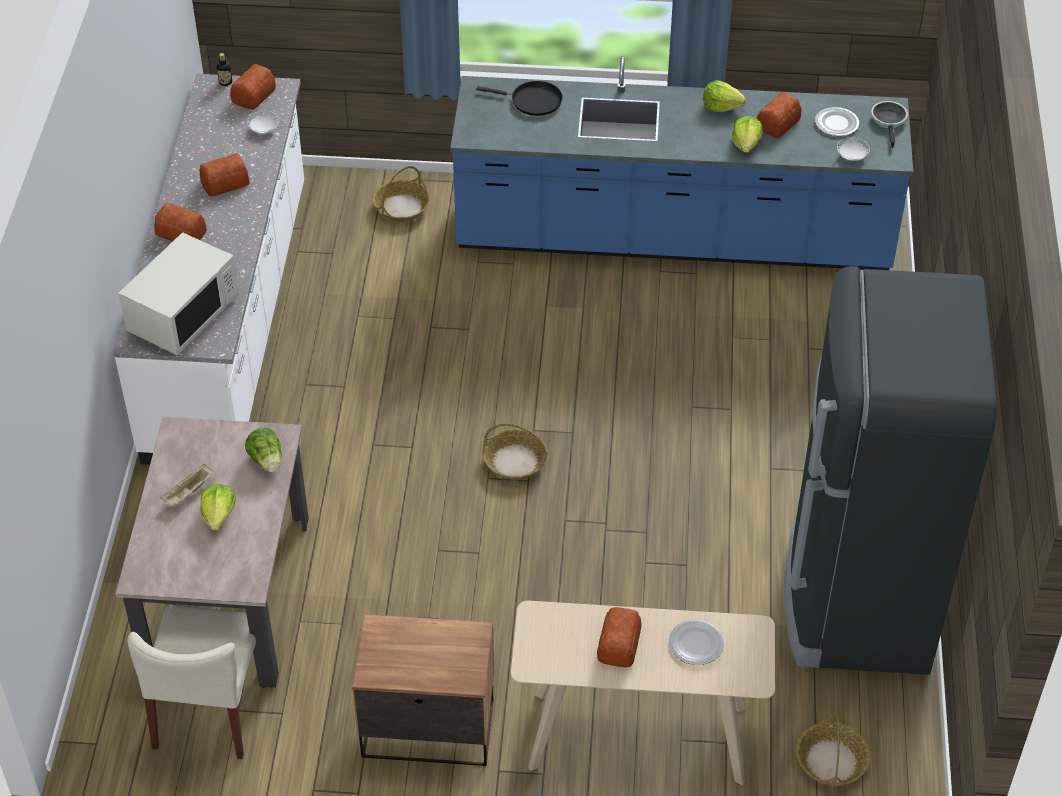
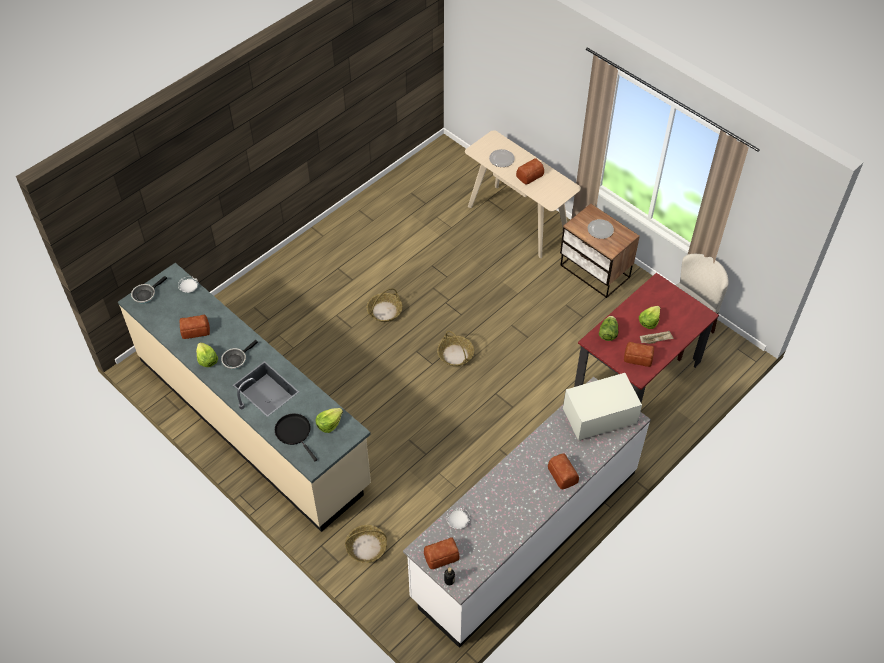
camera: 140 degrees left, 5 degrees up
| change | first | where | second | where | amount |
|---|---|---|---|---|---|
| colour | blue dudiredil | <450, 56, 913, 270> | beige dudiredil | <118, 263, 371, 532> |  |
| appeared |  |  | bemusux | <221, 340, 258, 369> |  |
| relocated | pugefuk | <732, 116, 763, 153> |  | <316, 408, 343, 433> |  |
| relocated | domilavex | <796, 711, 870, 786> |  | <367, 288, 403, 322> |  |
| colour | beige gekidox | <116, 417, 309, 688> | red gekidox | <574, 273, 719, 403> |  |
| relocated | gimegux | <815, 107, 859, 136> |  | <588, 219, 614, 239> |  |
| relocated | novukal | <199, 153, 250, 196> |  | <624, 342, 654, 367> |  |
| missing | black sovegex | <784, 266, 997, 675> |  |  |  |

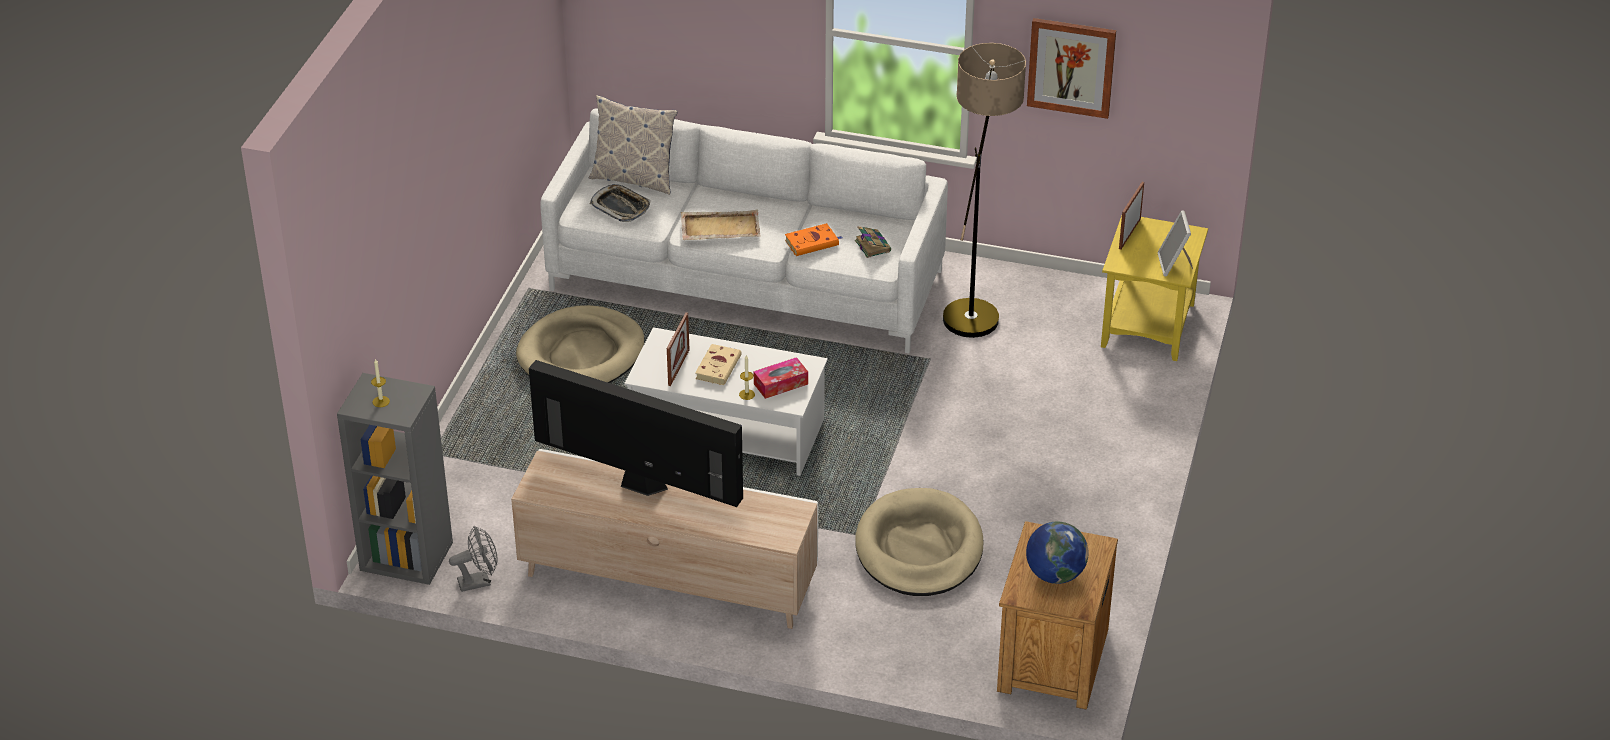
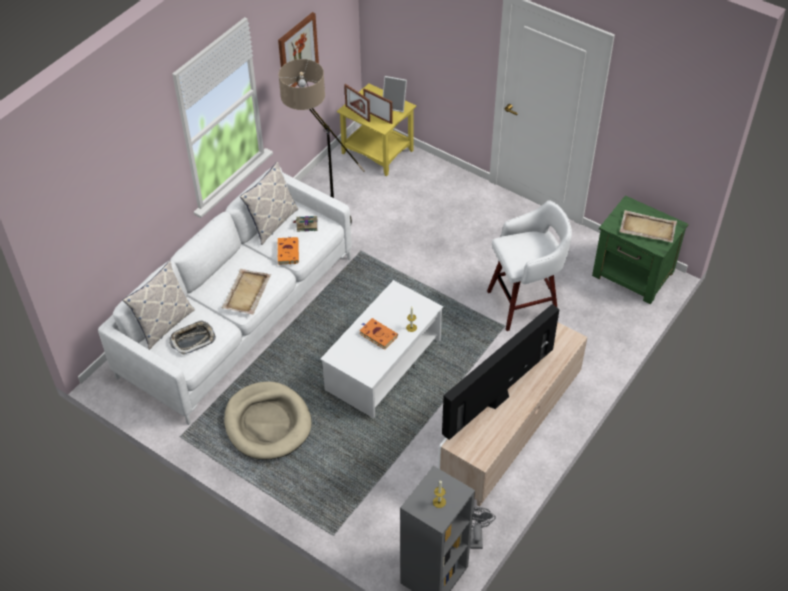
camera: 70 degrees left, 10 degrees up
| change | first | where | second | where | amount |
|---|---|---|---|---|---|
| appeared |  |  | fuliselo | <240, 162, 298, 245> |  |
| colour | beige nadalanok | <695, 344, 742, 385> | orange nadalanok | <359, 318, 398, 350> |  |
| relocated | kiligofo | <667, 312, 690, 386> |  | <363, 88, 393, 124> |  |
| exchanged | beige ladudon | <855, 488, 983, 596> | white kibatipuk | <487, 201, 572, 331> |  |
| colour | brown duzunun | <997, 521, 1118, 710> | green duzunun | <592, 195, 688, 304> |  |
| exchanged | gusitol | <1026, 522, 1089, 584> | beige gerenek | <620, 210, 677, 243> |  |
| missing | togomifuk | <754, 357, 808, 399> |  |  |  |

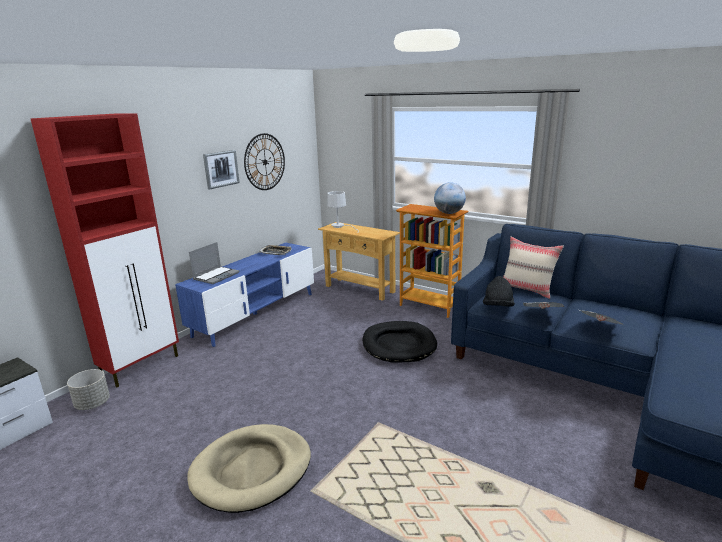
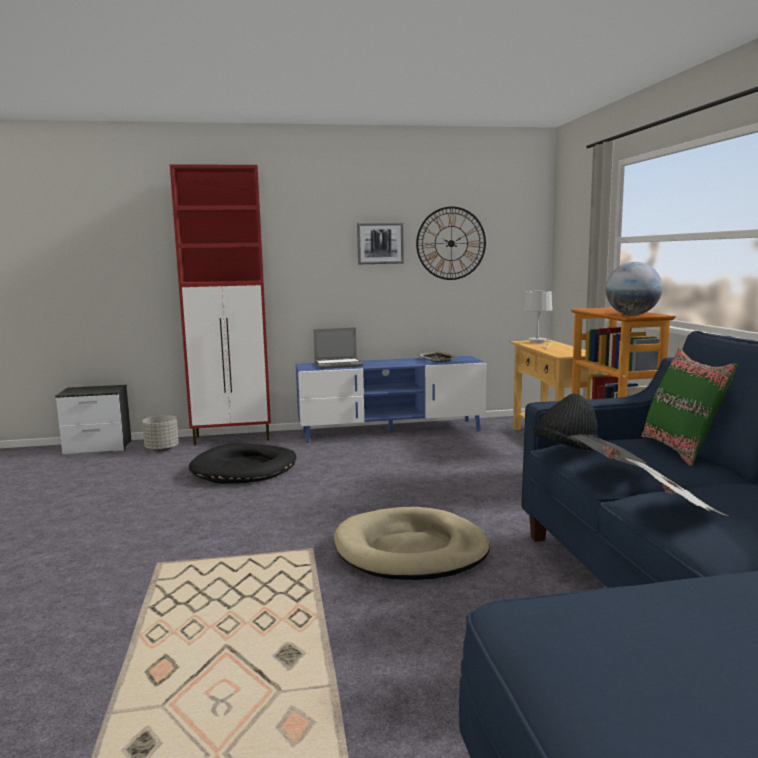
camera: 45 degrees right, 10 degrees down
| change | first | where | second | where | amount |
|---|---|---|---|---|---|
| relocated | black ladudon | <363, 321, 437, 363> |  | <189, 443, 297, 484> |  |
| relocated | beige ladudon | <187, 424, 311, 513> |  | <334, 507, 490, 580> |  |
| colour | beige fuliselo | <503, 236, 564, 299> | green fuliselo | <642, 349, 738, 466> |  |

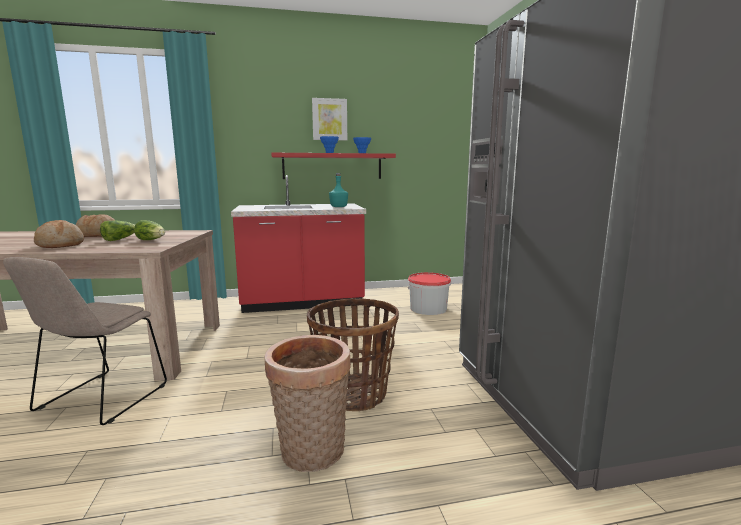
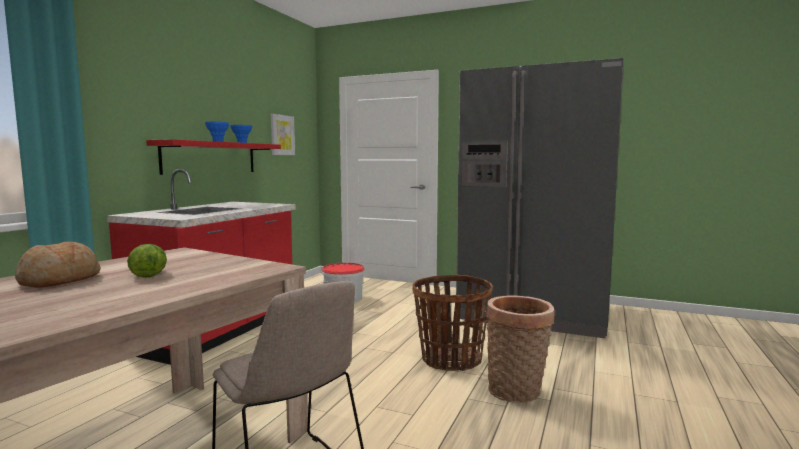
camera: 55 degrees left, 5 degrees down
| change | first | where | second | where | amount |
|---|---|---|---|---|---|
| relocated | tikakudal | <312, 98, 347, 141> |  | <271, 114, 295, 155> |  |
| missing | novukal | <34, 220, 84, 248> |  |  |  |
| missing | pugefuk | <134, 220, 165, 240> |  |  |  |
| missing | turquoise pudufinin | <329, 173, 348, 207> |  |  |  |

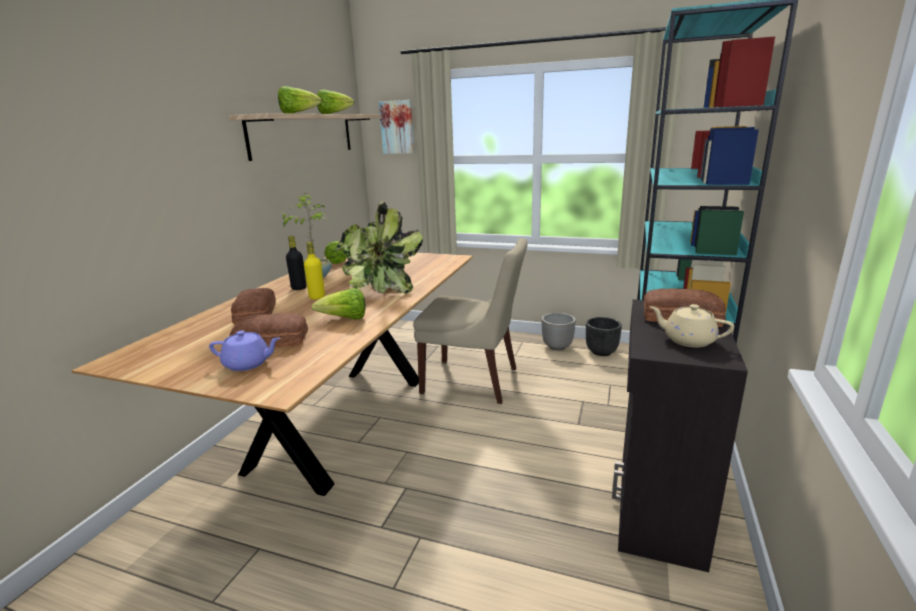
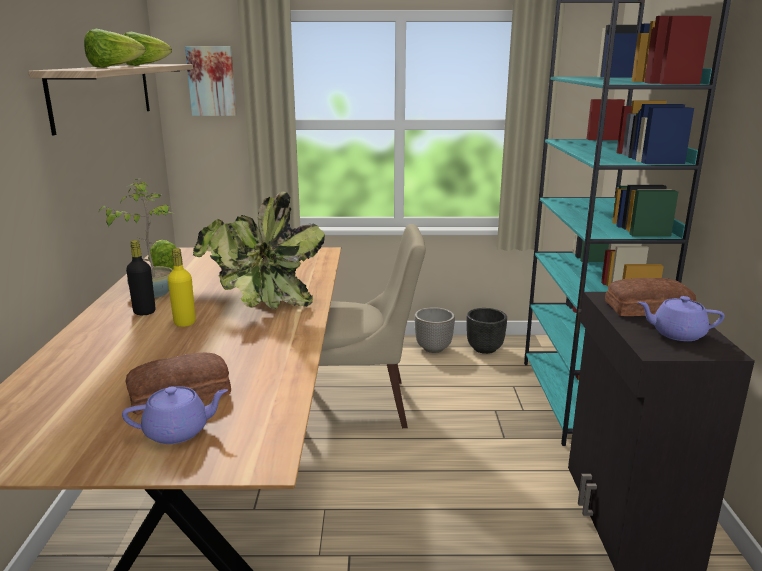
camera: 20 degrees left, 0 degrees up
| change | first | where | second | where | amount |
|---|---|---|---|---|---|
| colour | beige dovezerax | <649, 304, 734, 347> | purple dovezerax | <638, 296, 725, 341> |  |
| missing | novukal | <231, 288, 276, 325> |  |  |  |
| missing | pugefuk | <312, 288, 365, 320> |  |  |  |

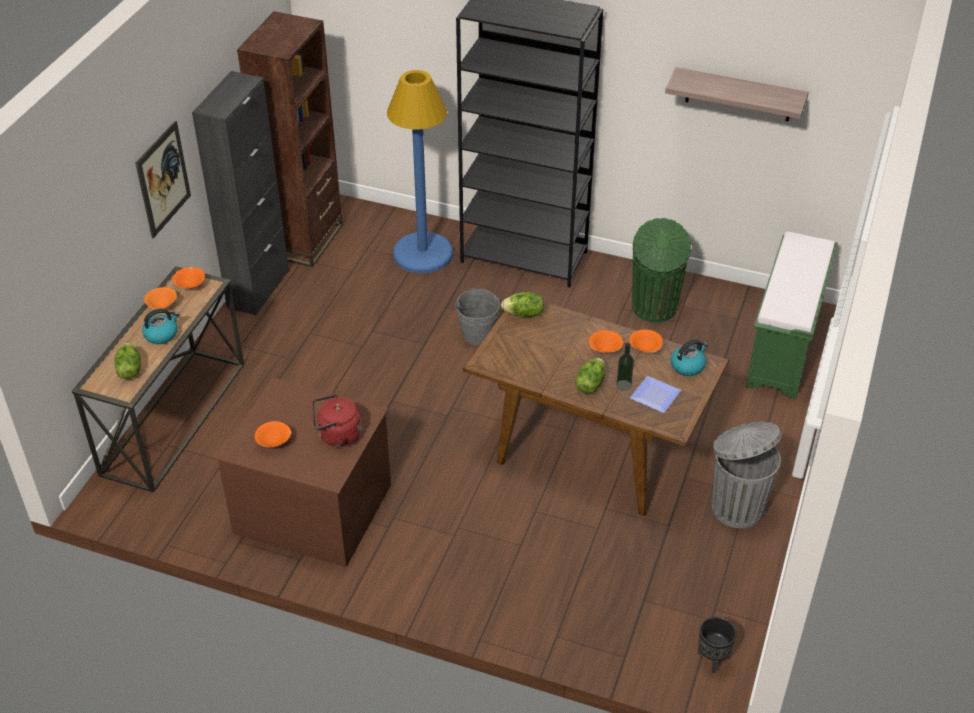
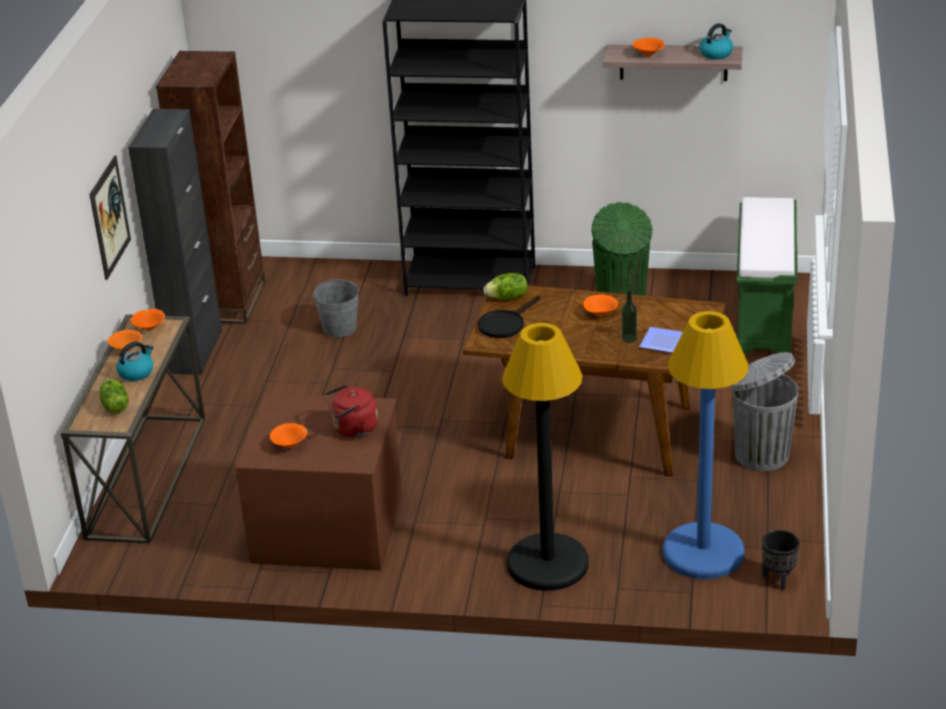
camera: 10 degrees left, 10 degrees down
| change | first | where | second | where | amount |
|---|---|---|---|---|---|
| relocated | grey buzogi | <455, 289, 500, 345> |  | <313, 279, 359, 337> |  |
| appeared |  |  | black bemusux | <478, 295, 541, 338> |  |
| appeared |  |  | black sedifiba | <502, 323, 589, 591> |  |
| relocated | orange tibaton | <629, 329, 663, 353> |  | <632, 38, 664, 57> |  |
| relocated | blue sedifiba | <387, 70, 453, 273> |  | <663, 311, 748, 579> |  |
| relocated | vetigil | <671, 339, 708, 376> |  | <700, 23, 733, 59> |  |
| missing | pugefuk | <575, 358, 605, 393> |  |  |  |

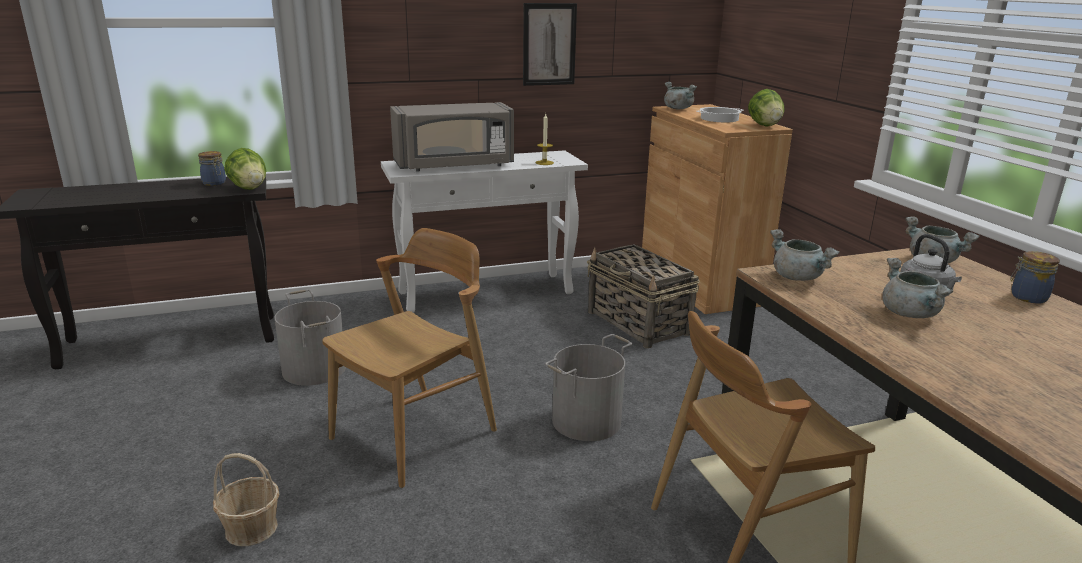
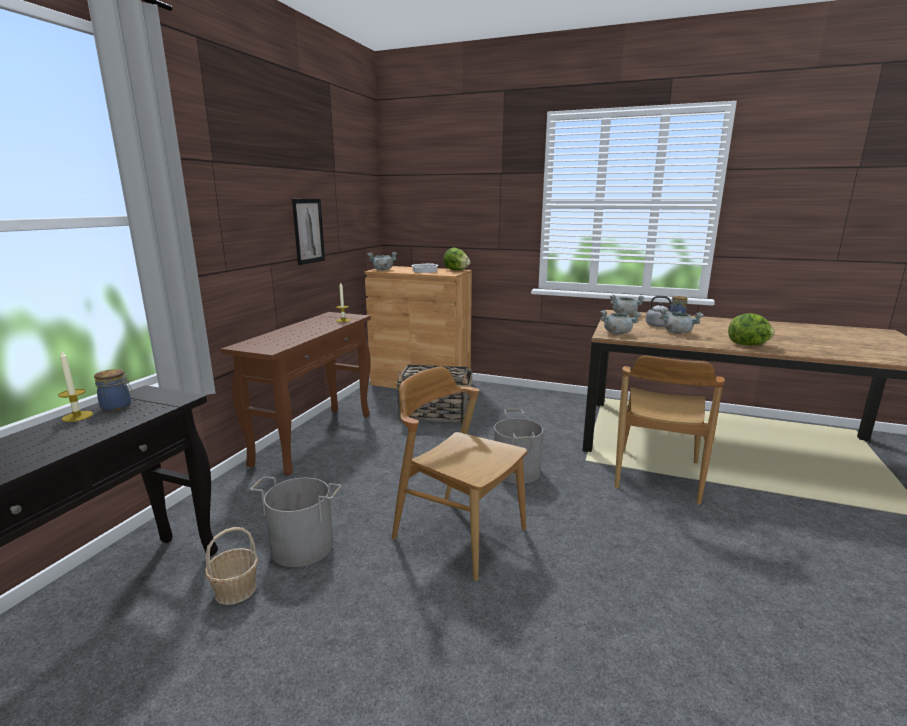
camera: 50 degrees left, 5 degrees down
| change | first | where | second | where | amount |
|---|---|---|---|---|---|
| appeared |  |  | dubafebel | <58, 349, 93, 422> |  |
| relocated | domilavex | <213, 453, 279, 546> |  | <205, 527, 258, 605> |  |
| colour | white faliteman | <381, 150, 588, 313> | brown faliteman | <221, 312, 371, 476> |  |
| spun | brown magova | <322, 228, 497, 488> |  | <392, 366, 527, 581> | 45 degrees counterclockwise |
| relocated | pugefuk | <225, 148, 266, 190> |  | <728, 313, 774, 345> |  |
| missing | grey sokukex | <390, 102, 514, 172> |  |  |  |

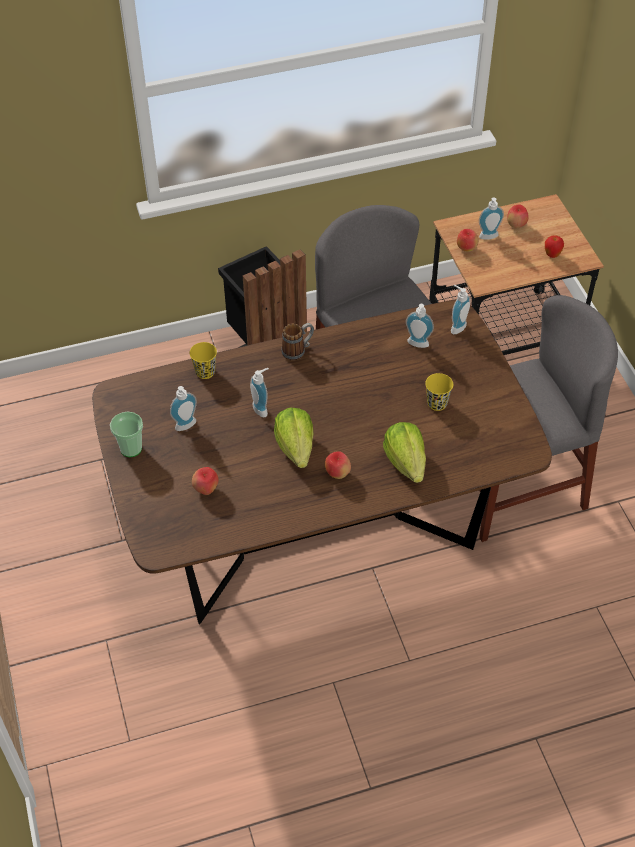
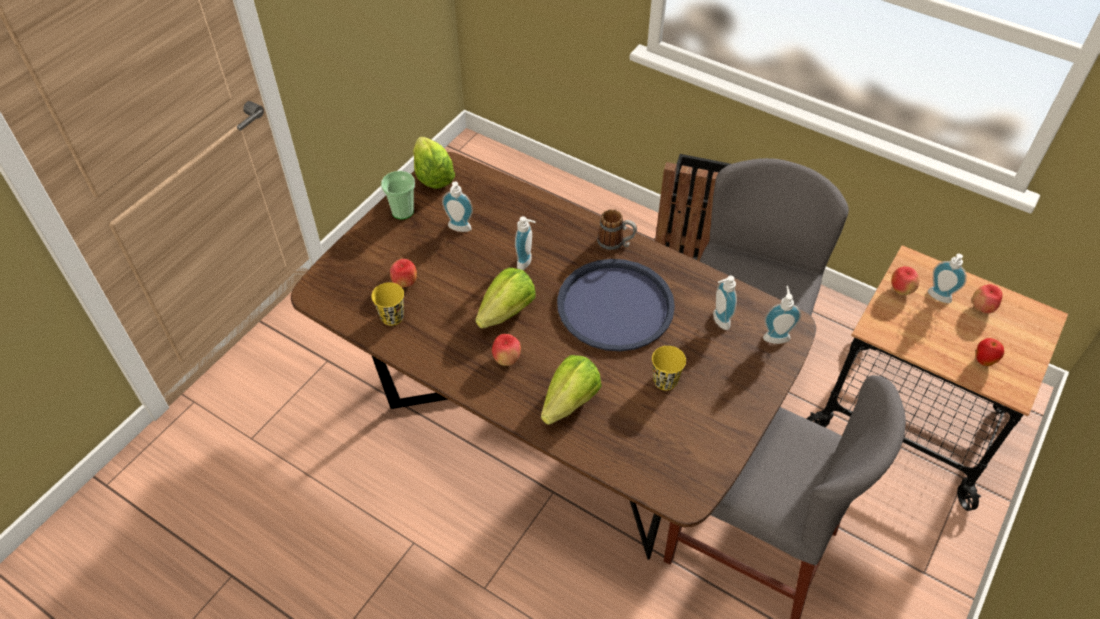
camera: 50 degrees right, 0 degrees up
| change | first | where | second | where | amount |
|---|---|---|---|---|---|
| relocated | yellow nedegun | <190, 342, 217, 379> |  | <371, 282, 404, 326> |  |
| appeared |  |  | pugefuk | <413, 137, 455, 189> |  |
| appeared |  |  | blue gerenek | <557, 259, 675, 351> |  |

